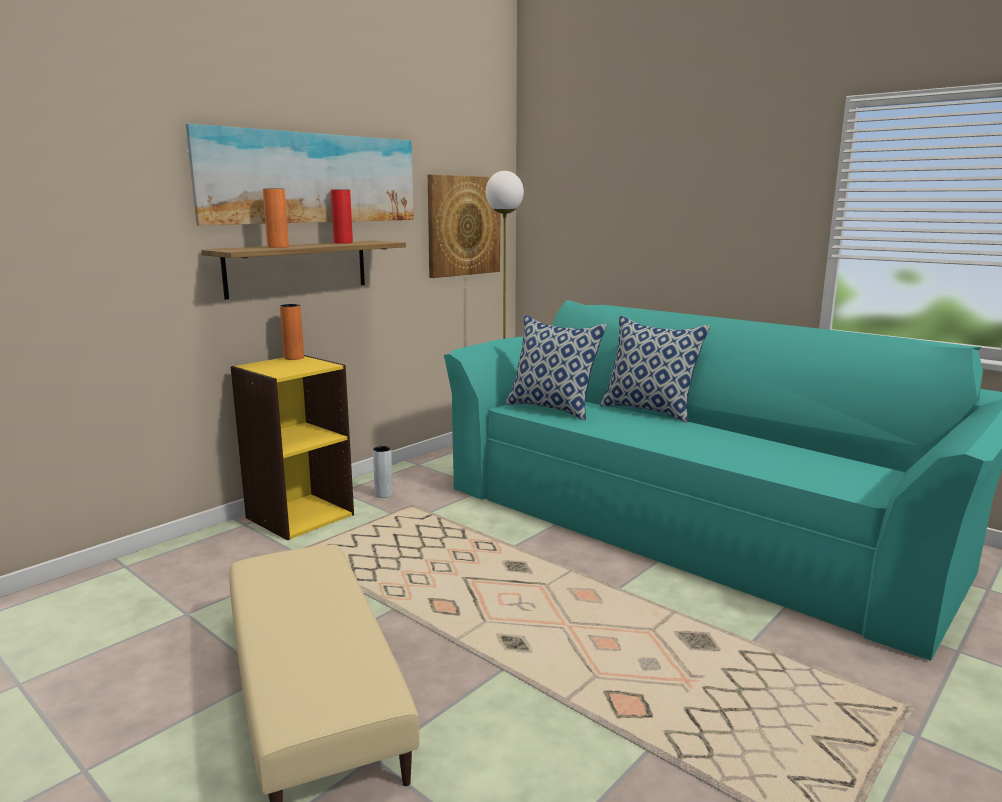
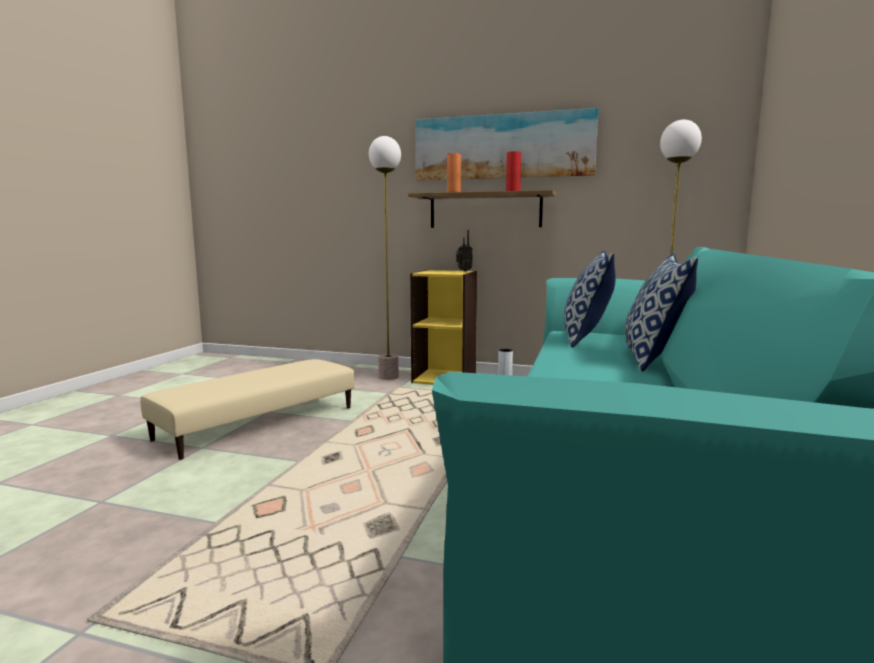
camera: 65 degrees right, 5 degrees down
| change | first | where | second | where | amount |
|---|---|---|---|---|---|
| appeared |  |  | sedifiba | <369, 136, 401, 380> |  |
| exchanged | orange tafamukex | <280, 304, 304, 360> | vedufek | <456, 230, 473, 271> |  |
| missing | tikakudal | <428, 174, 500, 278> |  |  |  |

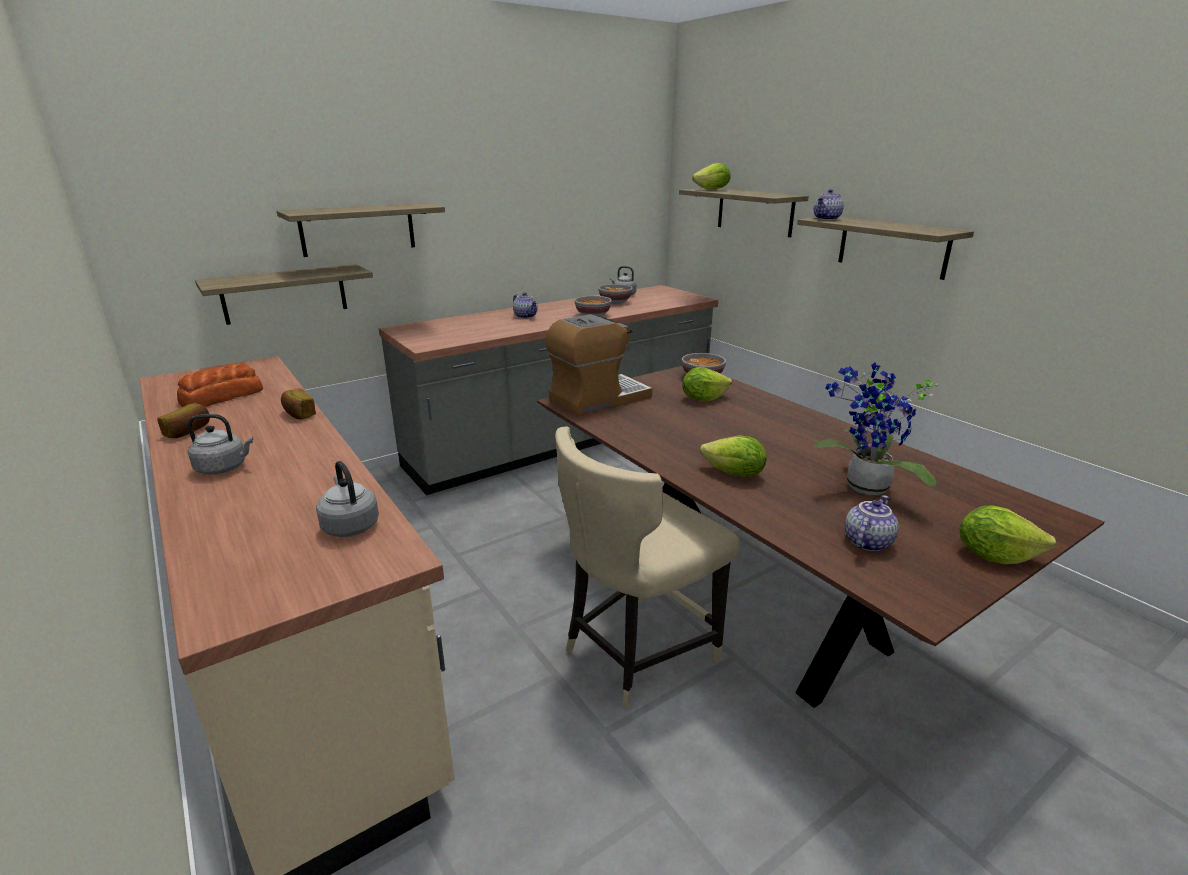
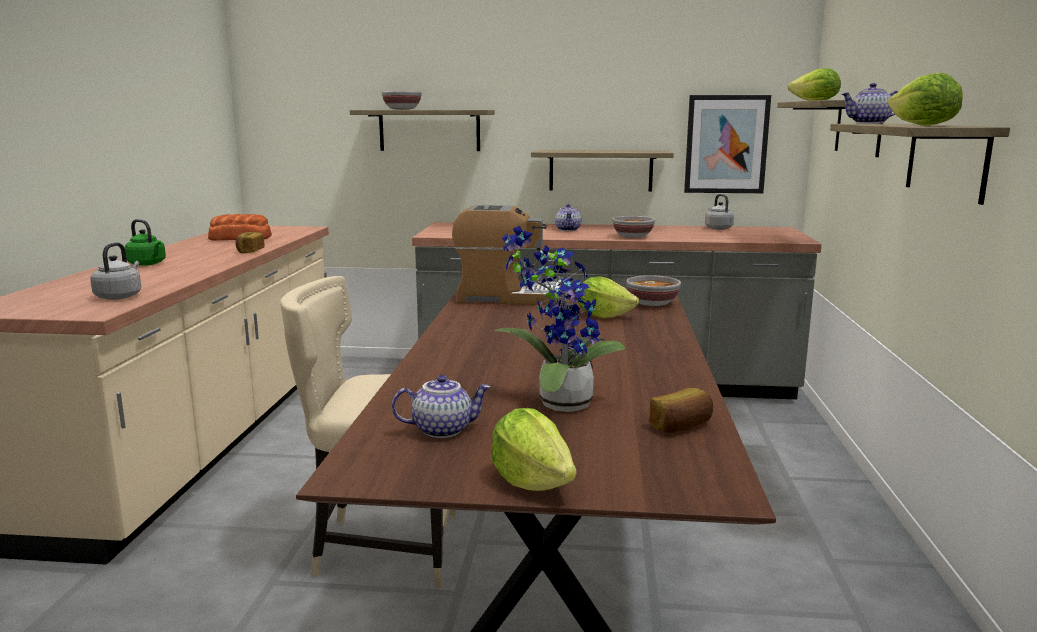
camera: 40 degrees right, 10 degrees down
| change | first | where | second | where | amount |
|---|---|---|---|---|---|
| colour | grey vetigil | <188, 414, 254, 475> | green vetigil | <125, 219, 166, 266> |  |
| relocated | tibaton | <598, 284, 633, 304> |  | <382, 91, 422, 110> |  |
| relocated | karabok | <195, 264, 373, 325> |  | <531, 150, 674, 191> |  |
| relocated | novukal | <157, 403, 210, 438> |  | <650, 388, 713, 433> |  |
| appeared |  |  | tikakudal | <684, 95, 771, 193> |  |
| relocated | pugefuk | <700, 435, 767, 477> |  | <888, 73, 963, 126> |  |

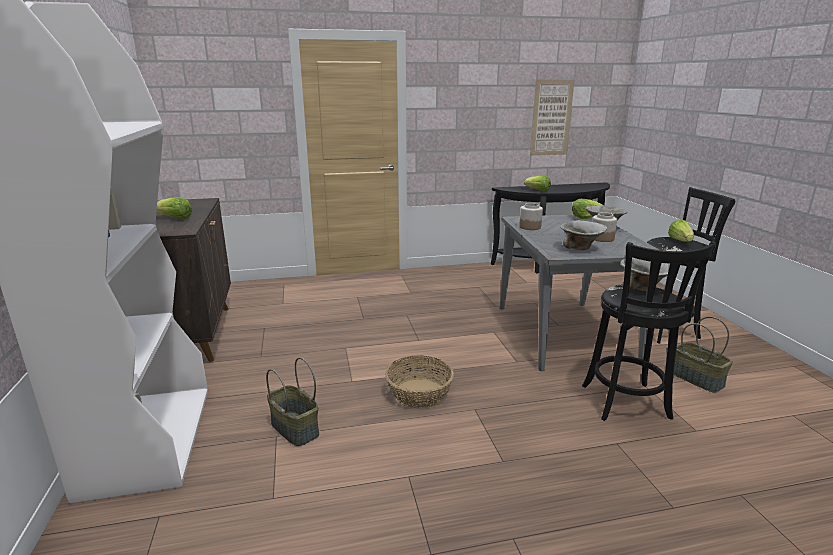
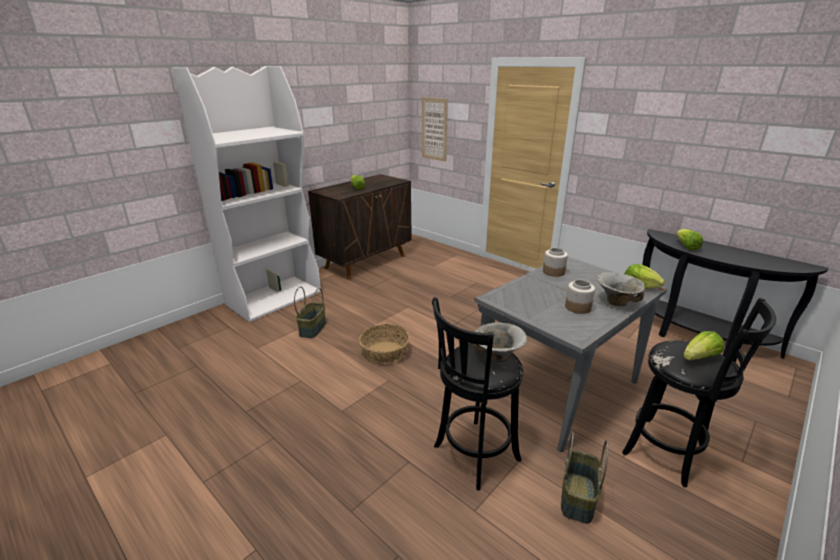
camera: 55 degrees right, 5 degrees up
| change | first | where | second | where | amount |
|---|---|---|---|---|---|
| relocated | tikakudal | <530, 79, 575, 156> |  | <422, 97, 448, 162> |  |
| missing | tibaton | <560, 220, 607, 250> |  |  |  |

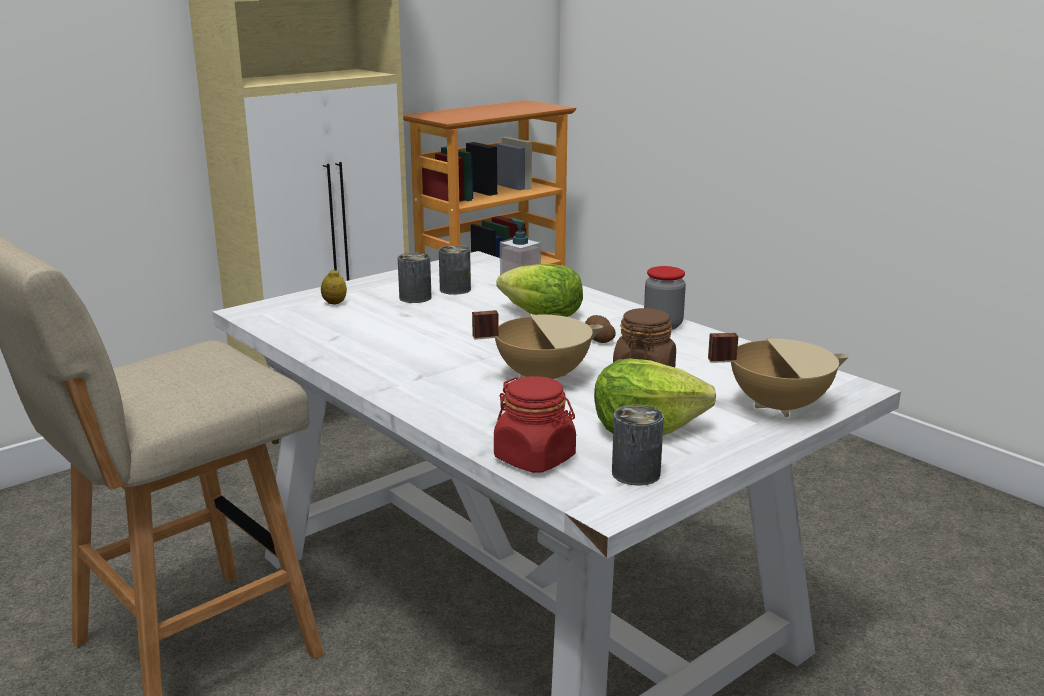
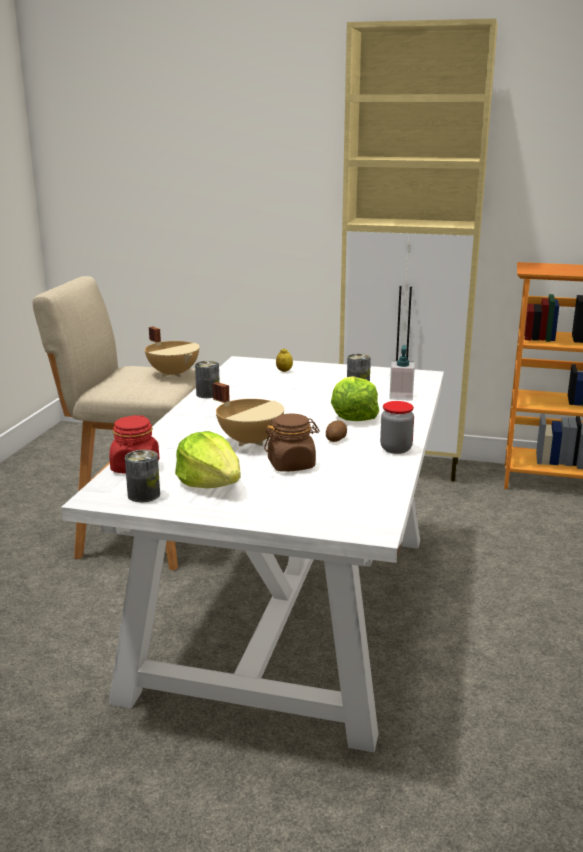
camera: 55 degrees right, 0 degrees up
| change | first | where | second | where | amount |
|---|---|---|---|---|---|
| relocated | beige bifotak | <708, 333, 850, 417> |  | <145, 326, 200, 377> |  |
| relocated | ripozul | <398, 252, 432, 303> |  | <195, 361, 220, 398> |  |

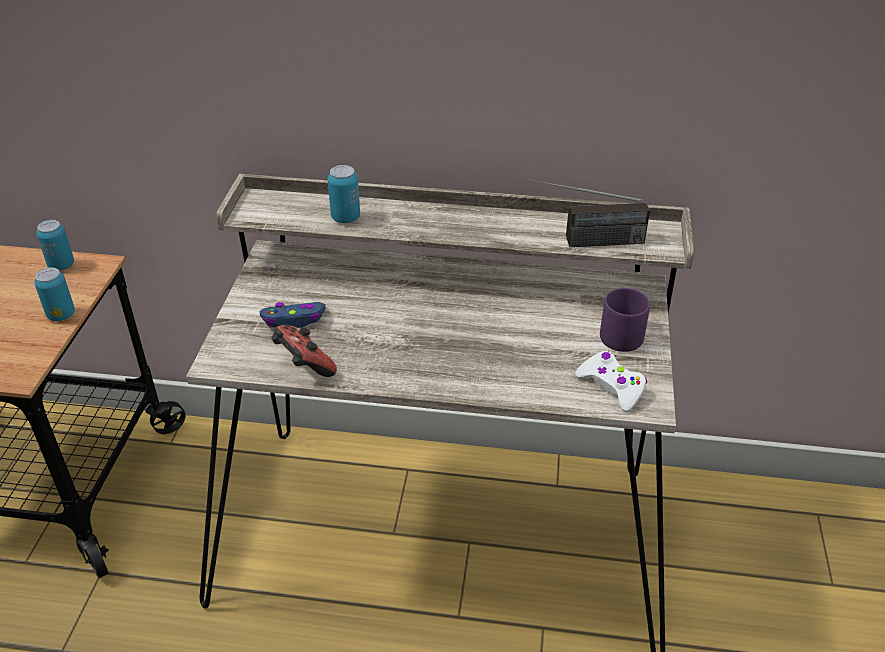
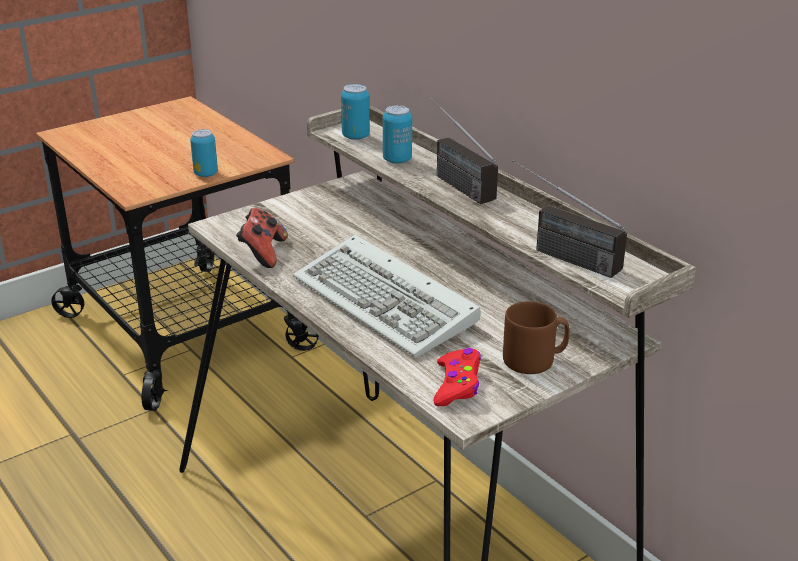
camera: 45 degrees right, 10 degrees down
| change | first | where | second | where | amount |
|---|---|---|---|---|---|
| appeared |  |  | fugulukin | <293, 235, 481, 358> |  |
| relocated | ripozul | <36, 220, 74, 271> |  | <341, 84, 370, 140> |  |
| appeared |  |  | vedufek | <428, 95, 498, 204> |  |
| colour | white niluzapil | <575, 351, 647, 412> | red niluzapil | <434, 348, 481, 406> |  |
| colour | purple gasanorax | <600, 288, 650, 352> | brown gasanorax | <503, 301, 570, 374> |  |
| missing | blue niluzapil | <259, 302, 326, 328> |  |  |  |

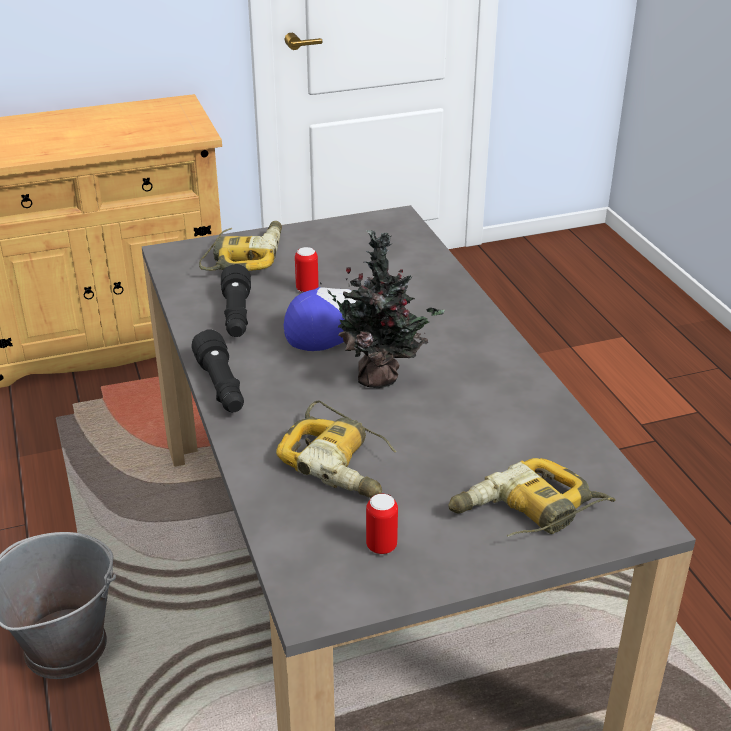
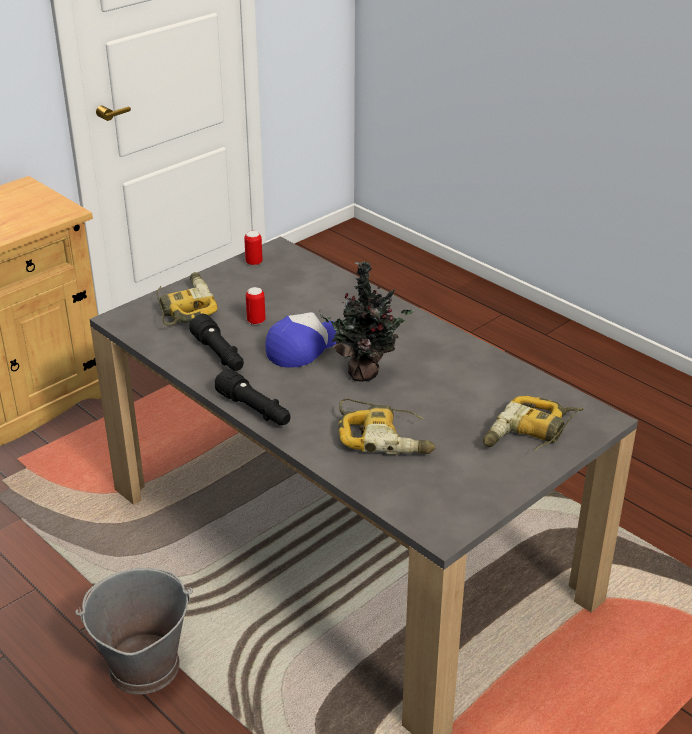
camera: 25 degrees left, 0 degrees up
| change | first | where | second | where | amount |
|---|---|---|---|---|---|
| relocated | ripozul | <366, 494, 398, 554> |  | <244, 231, 263, 266> |  |

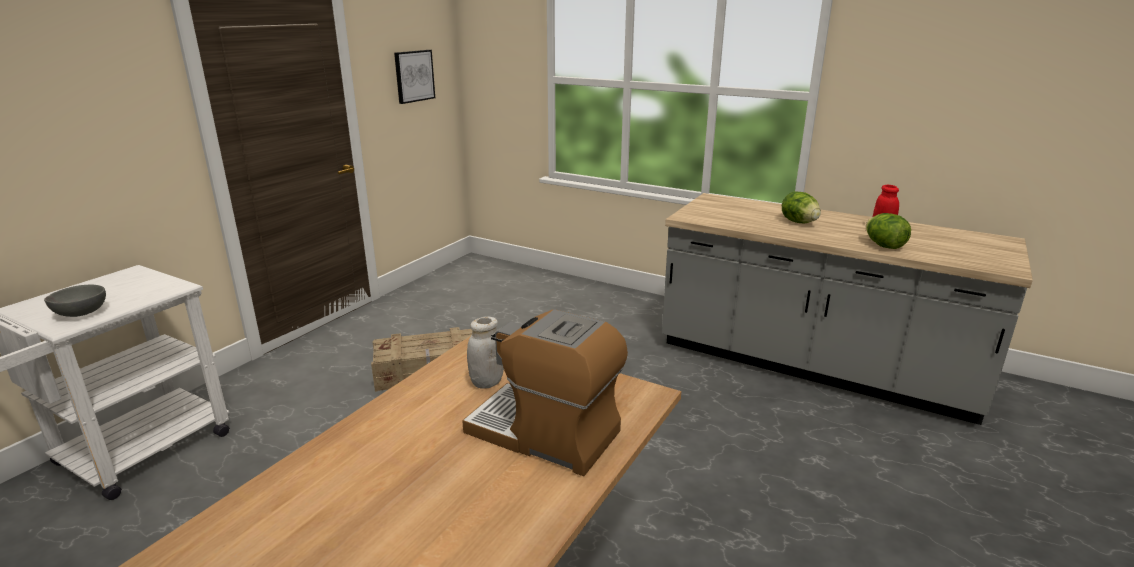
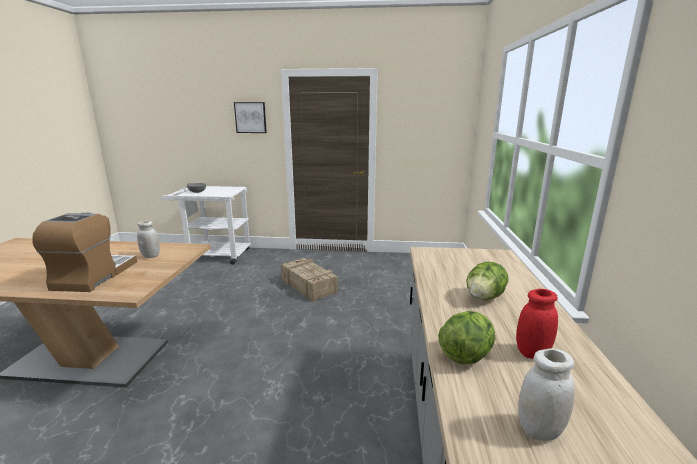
camera: 65 degrees right, 5 degrees down
| change | first | where | second | where | amount |
|---|---|---|---|---|---|
| relocated | tikakudal | <394, 50, 435, 104> |  | <234, 102, 267, 133> |  |
| appeared |  |  | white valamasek | <518, 348, 575, 441> |  |

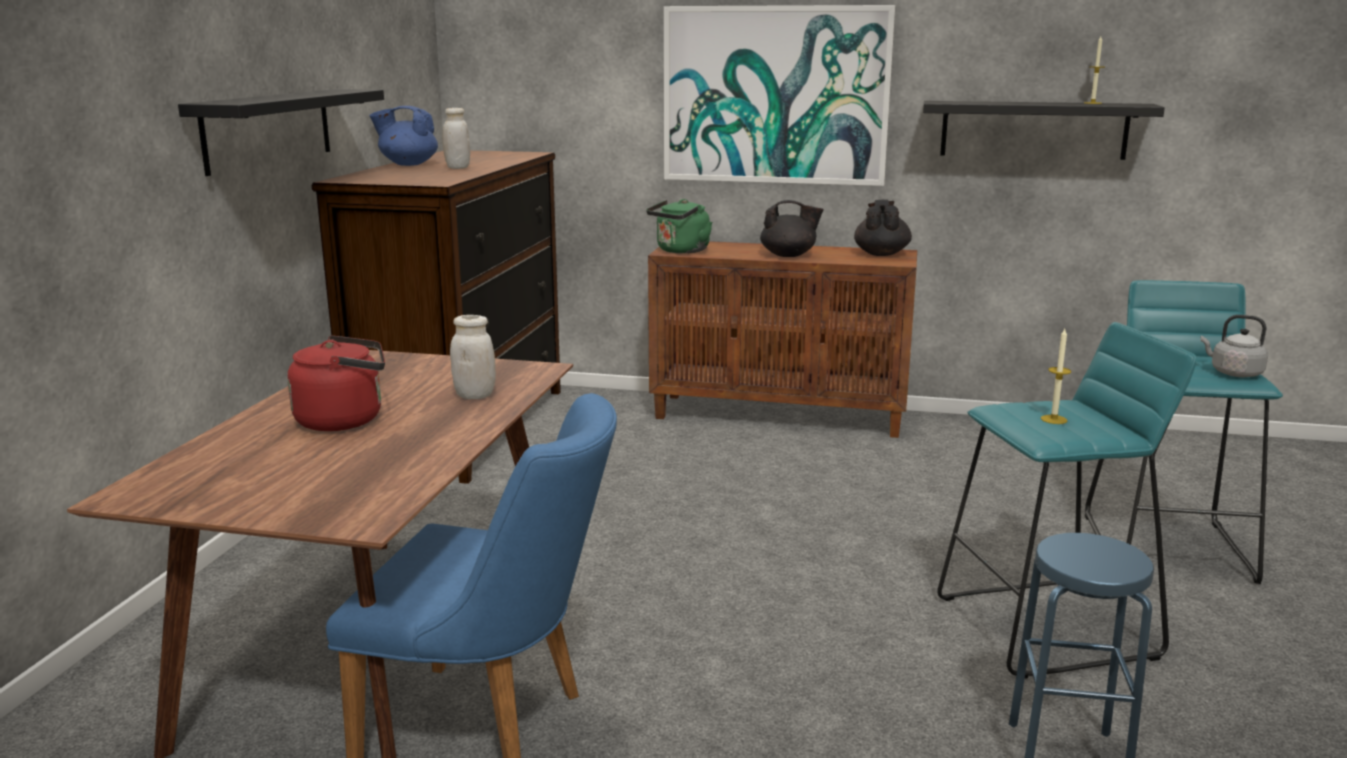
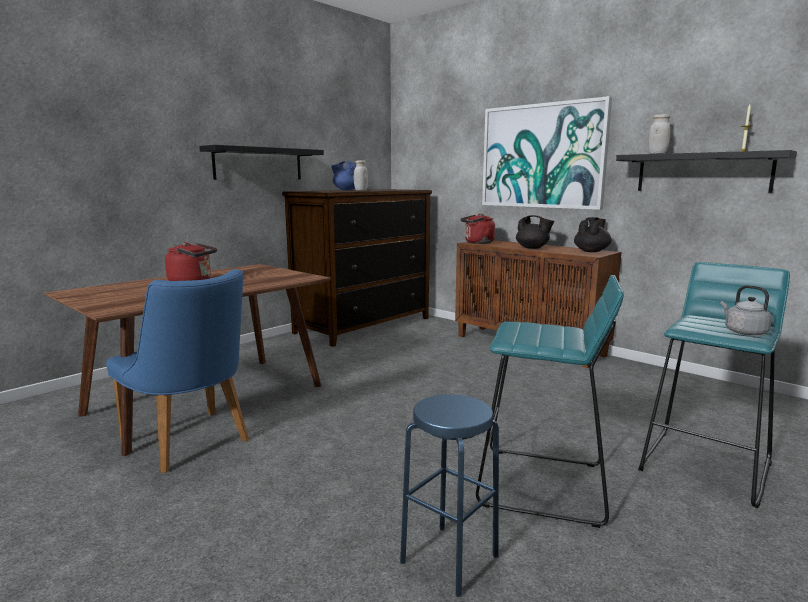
camera: 30 degrees right, 5 degrees down
| change | first | where | second | where | amount |
|---|---|---|---|---|---|
| colour | green vetigil | <646, 199, 712, 254> | red vetigil | <461, 214, 495, 244> |  |
| relocated | white valamasek | <450, 315, 496, 399> |  | <648, 114, 671, 154> |  |
| missing | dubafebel | <1041, 329, 1071, 424> |  |  |  |

